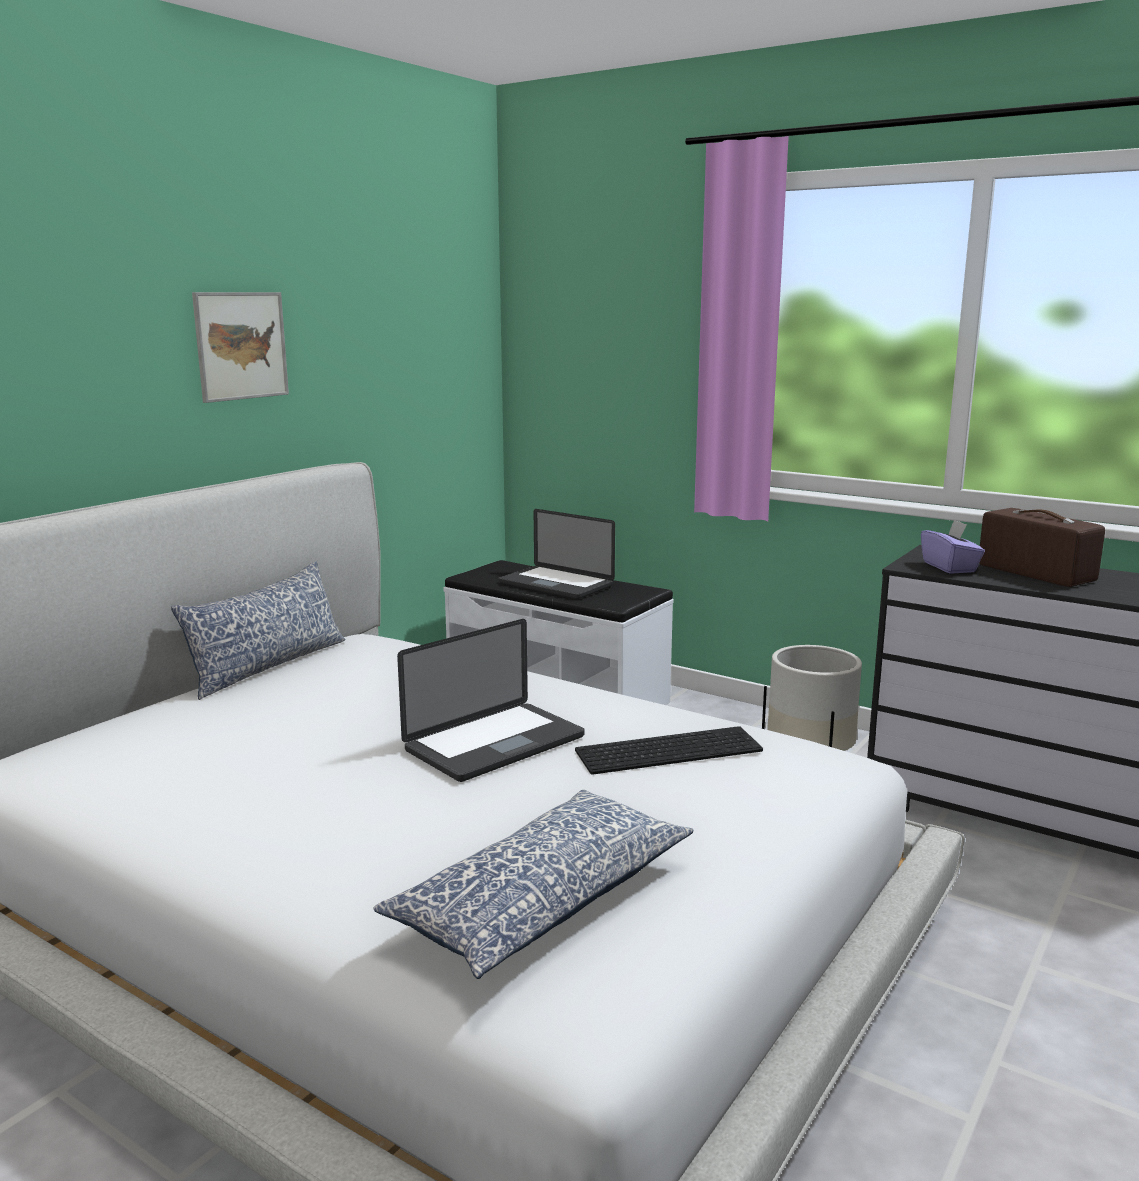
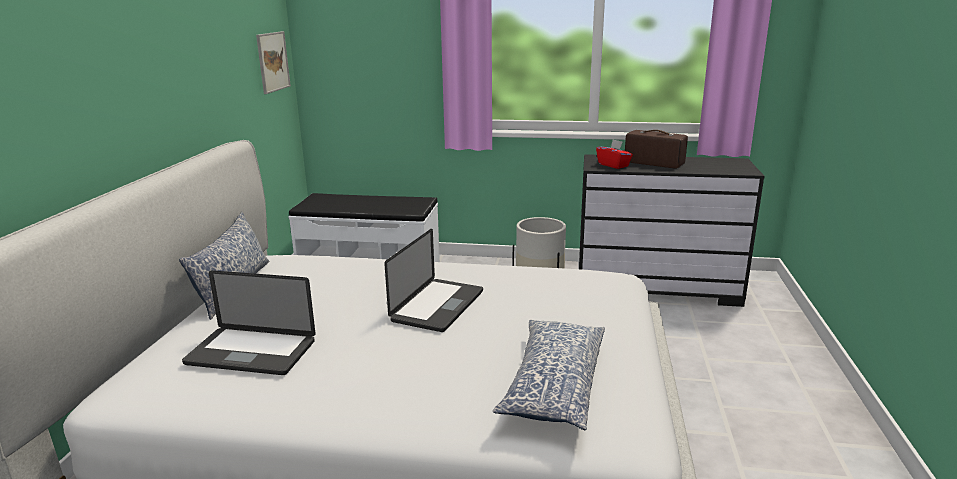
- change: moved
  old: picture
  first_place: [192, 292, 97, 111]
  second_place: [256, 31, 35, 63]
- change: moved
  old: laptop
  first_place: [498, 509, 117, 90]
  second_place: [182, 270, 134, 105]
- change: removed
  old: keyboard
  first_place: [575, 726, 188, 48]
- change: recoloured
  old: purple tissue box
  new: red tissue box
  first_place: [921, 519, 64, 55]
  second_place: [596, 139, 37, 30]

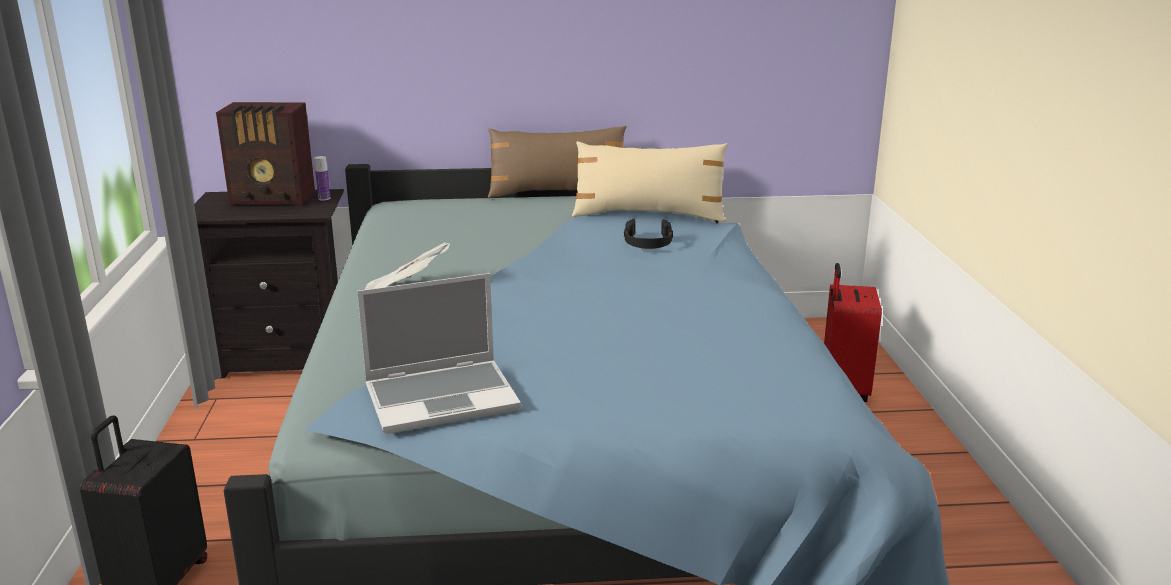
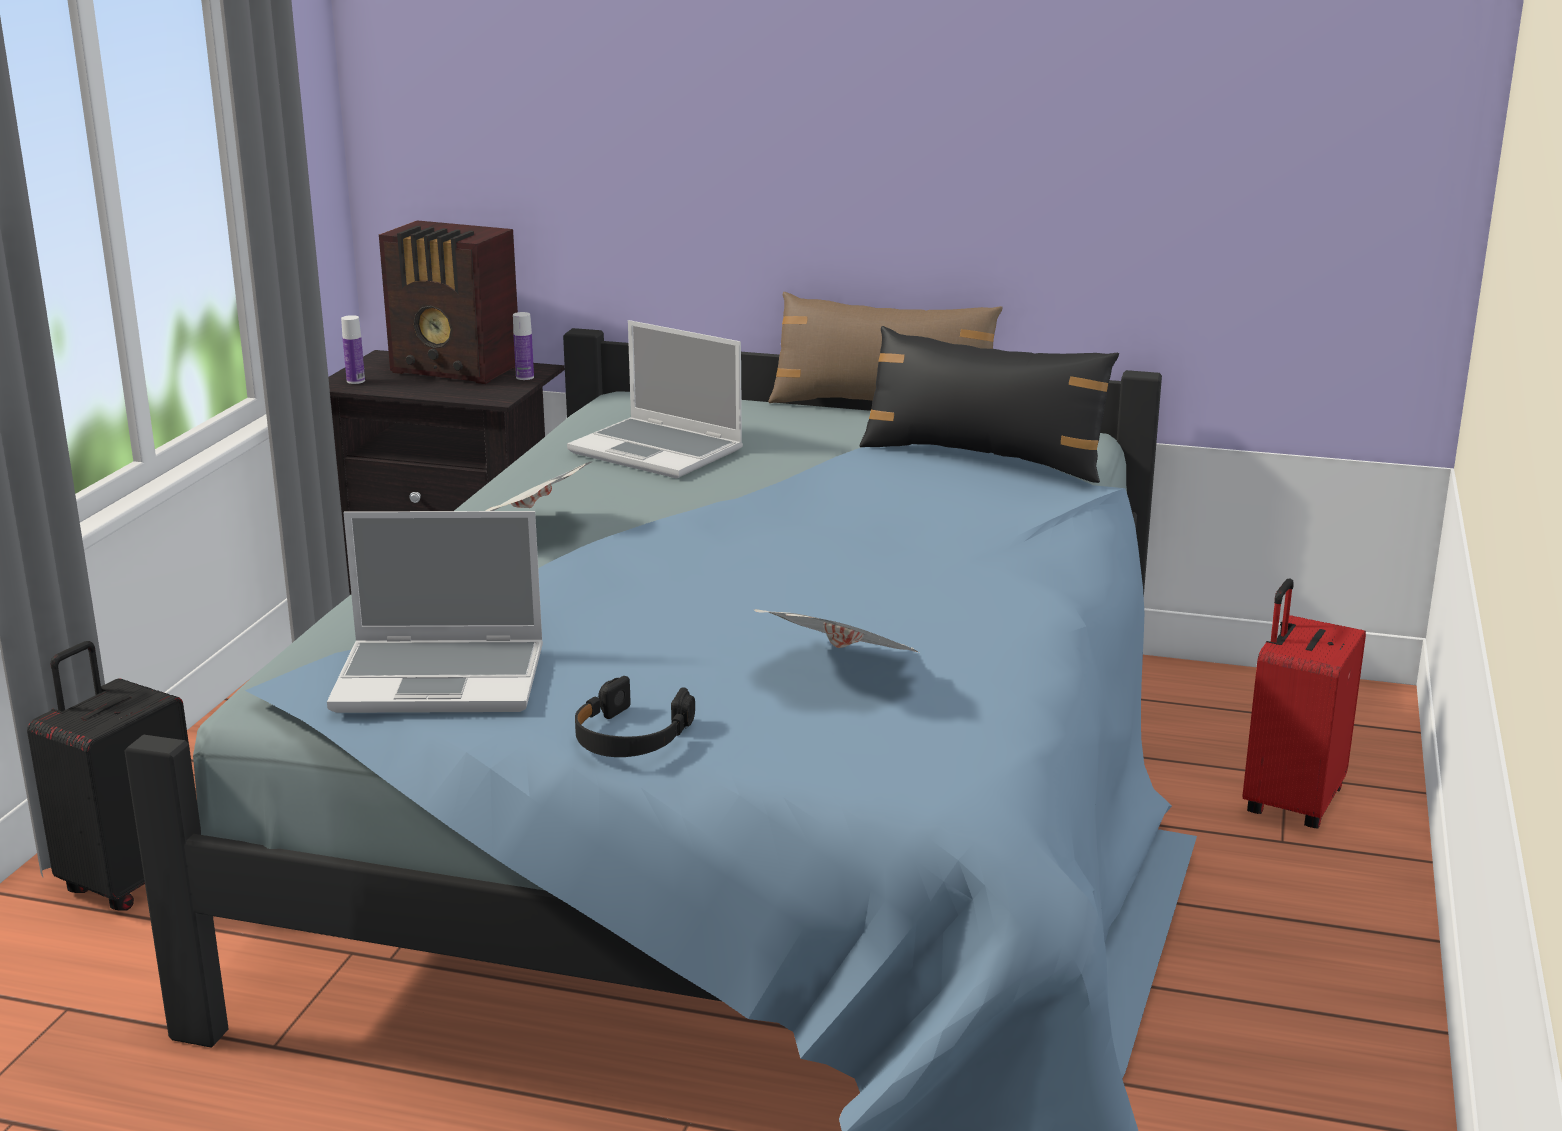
- change: recoloured
  old: beige pillow
  new: black pillow
  first_place: [572, 141, 156, 80]
  second_place: [859, 326, 260, 157]
- change: moved
  old: black headphones
  first_place: [624, 219, 49, 30]
  second_place: [575, 676, 120, 81]
- change: added
  new: bottle
  second_place: [341, 315, 24, 69]
- change: added
  new: laptop
  second_place: [567, 320, 176, 159]
- change: added
  new: newspaper
  second_place: [754, 609, 165, 44]

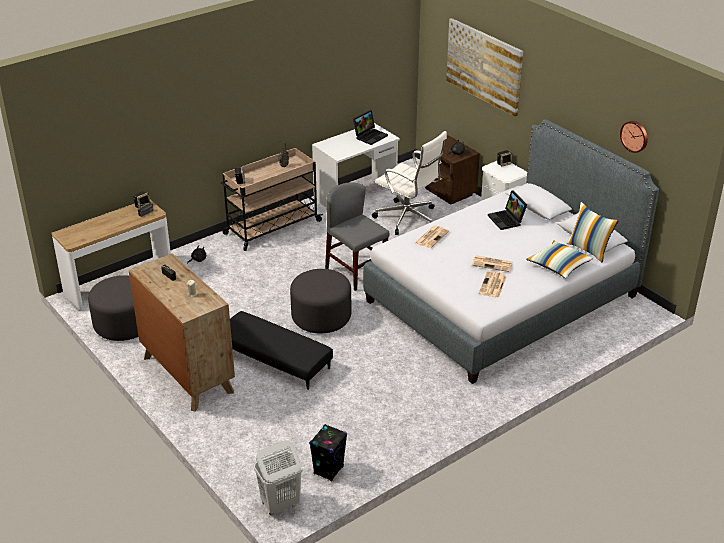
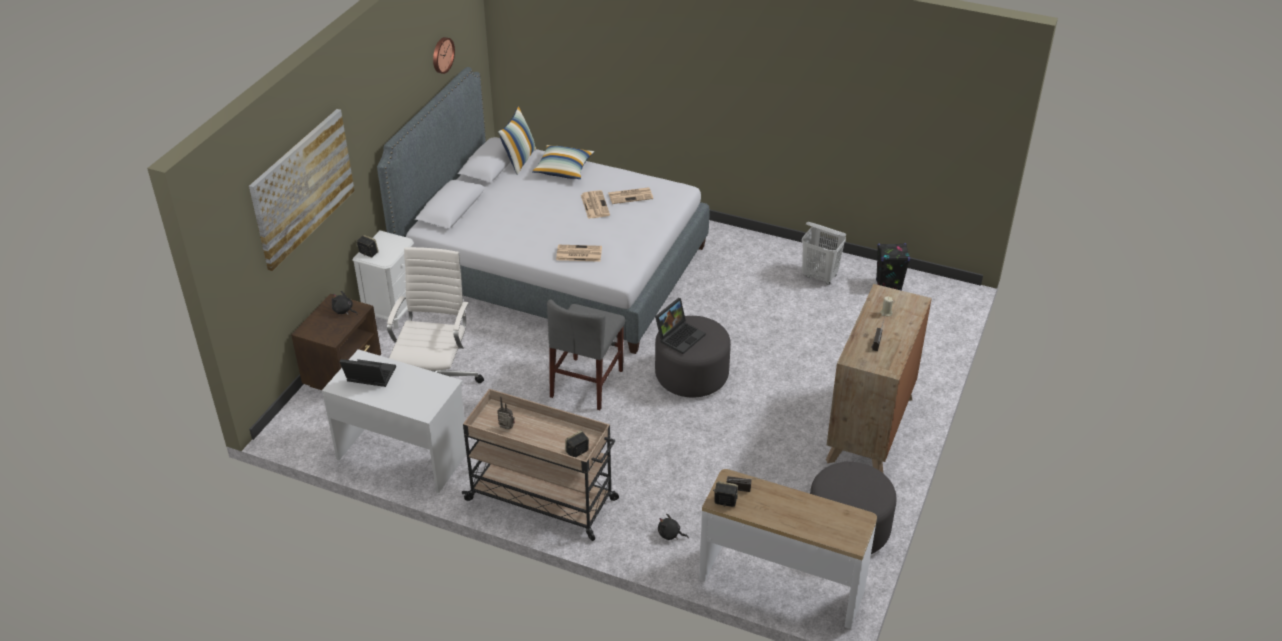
- change: removed
  old: black ottoman
  first_place: [230, 311, 103, 79]
- change: moved
  old: white laundry basket
  first_place: [254, 440, 49, 75]
  second_place: [802, 222, 44, 63]
- change: moved
  old: laptop
  first_place: [488, 190, 39, 40]
  second_place: [655, 298, 51, 56]

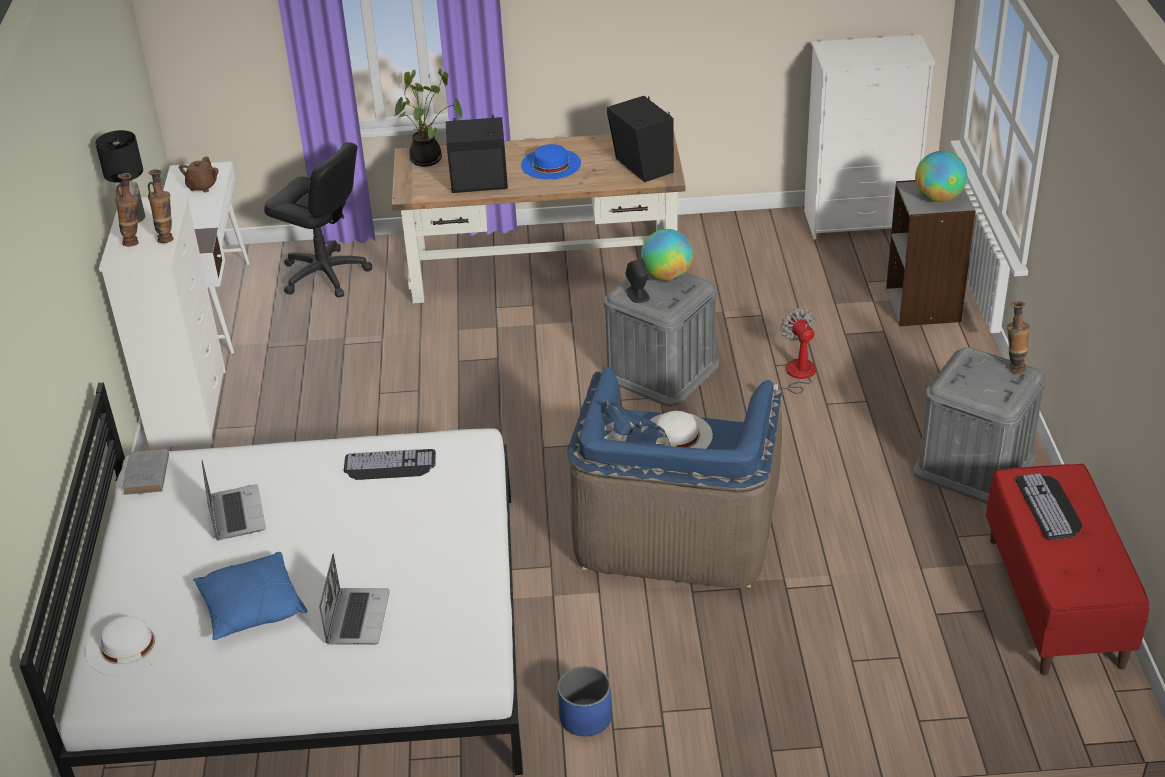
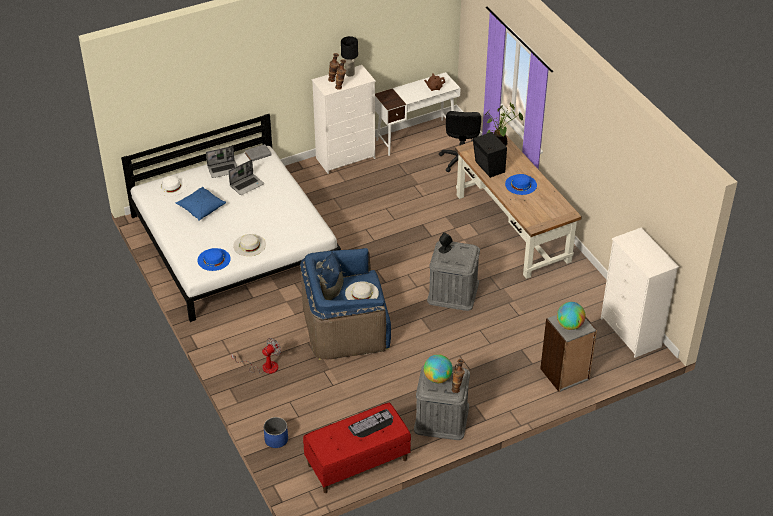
- change: moved
  old: laptop
  first_place: [319, 554, 71, 91]
  second_place: [206, 146, 31, 32]
- change: removed
  old: keyboard
  first_place: [344, 449, 92, 31]
- change: moved
  old: blue planter
  first_place: [558, 666, 54, 70]
  second_place: [264, 417, 24, 31]
- change: removed
  old: black speaker
  first_place: [607, 96, 67, 86]
- change: moved
  old: globe
  first_place: [641, 229, 52, 52]
  second_place: [424, 354, 29, 29]
- change: moved
  old: fan
  first_place: [773, 308, 43, 86]
  second_place: [231, 338, 50, 36]
- change: added
  new: blue hat
  second_place: [198, 248, 33, 23]
- change: added
  new: white hat
  second_place: [233, 234, 33, 22]

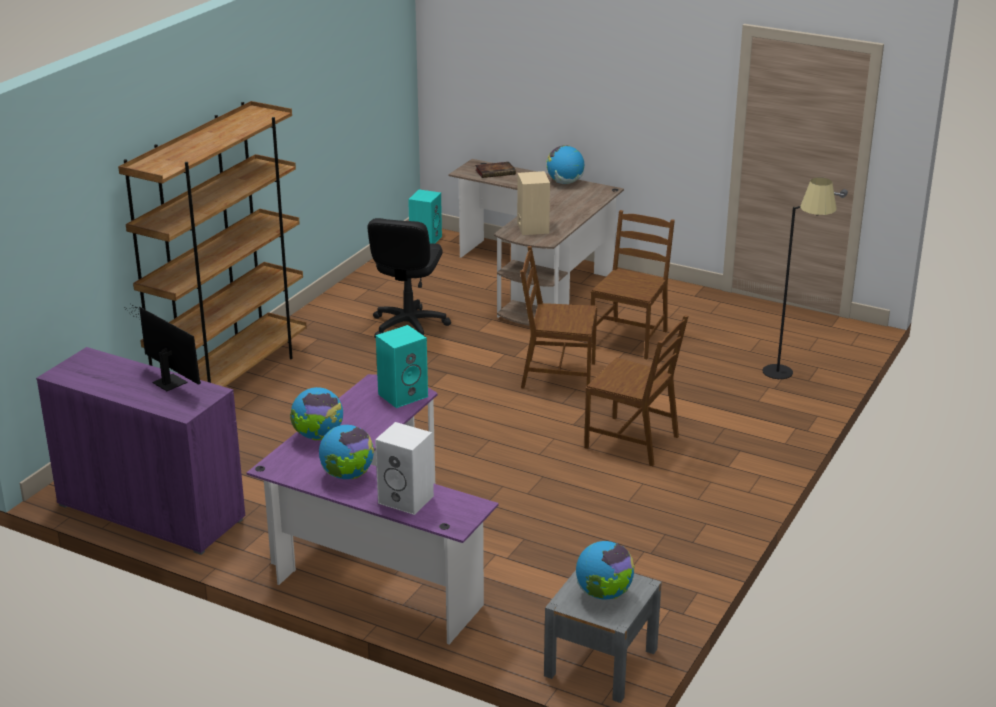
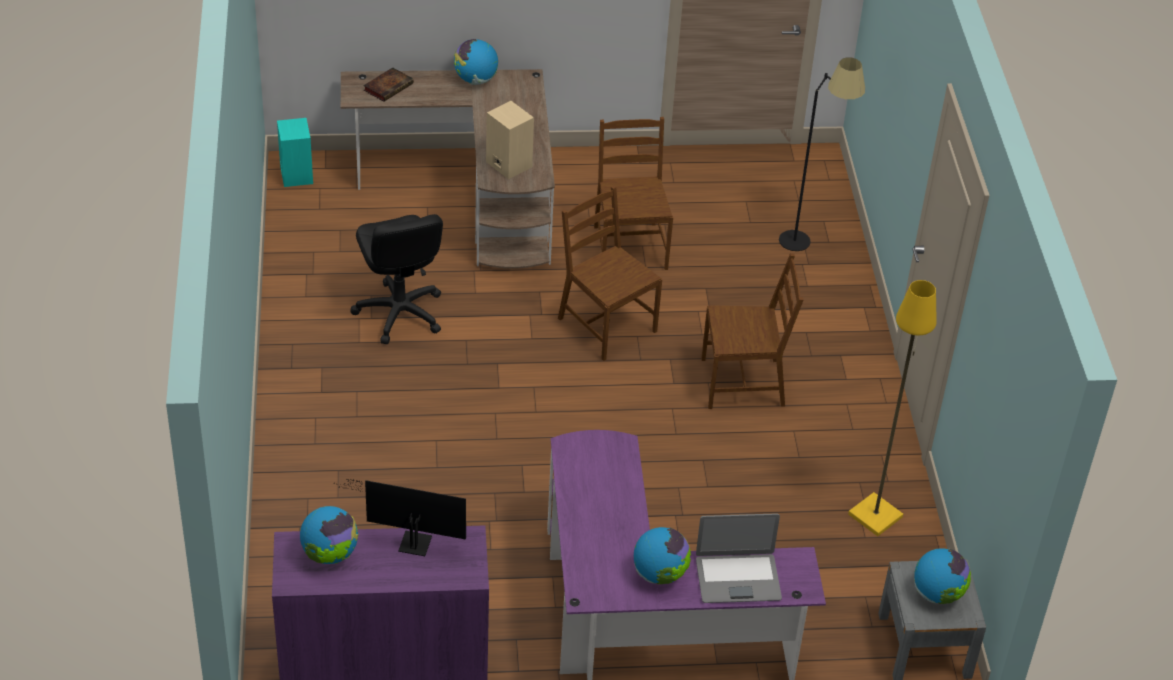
- change: removed
  old: brown bookcase
  first_place: [118, 101, 189, 286]
- change: moved
  old: globe
  first_place: [290, 387, 53, 53]
  second_place: [300, 506, 59, 58]
- change: replaced
  old: white speaker
  new: laptop
  first_place: [375, 422, 59, 93]
  second_place: [696, 513, 86, 90]
- change: removed
  old: turquoise speaker
  first_place: [376, 325, 52, 83]
- change: turned
  old: brown chair
  first_place: [520, 246, 77, 142]
  second_place: [558, 185, 104, 176]
  degrees: 75
- change: added
  new: yellow floor lamp
  second_place: [848, 280, 89, 256]

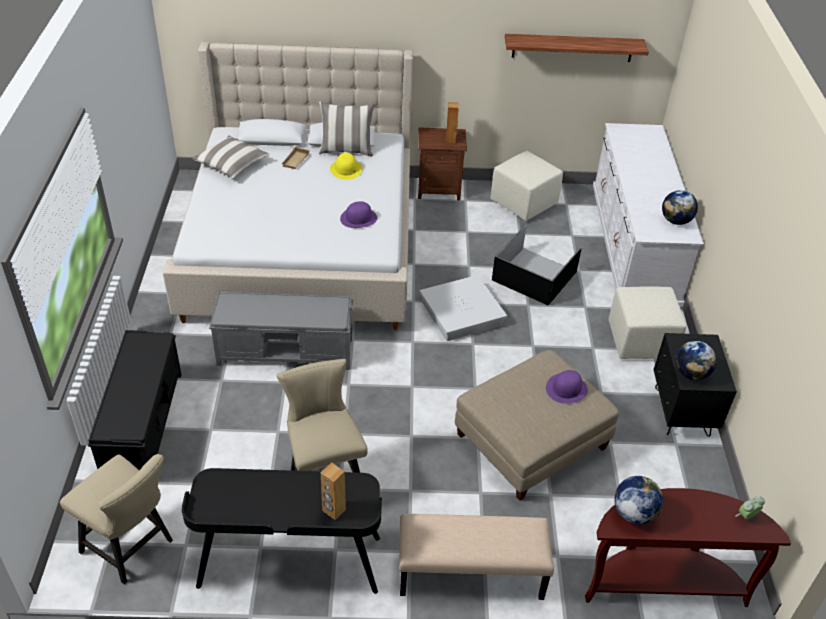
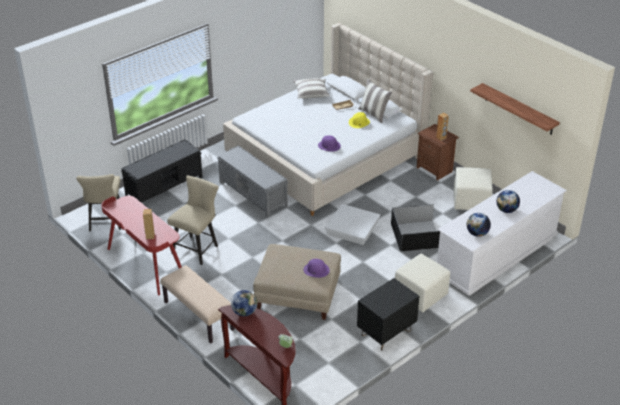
- change: recoloured
  old: black desk
  new: red desk
  first_place: [182, 468, 200, 126]
  second_place: [101, 196, 81, 100]
- change: moved
  old: globe
  first_place: [675, 340, 42, 40]
  second_place: [496, 190, 24, 23]

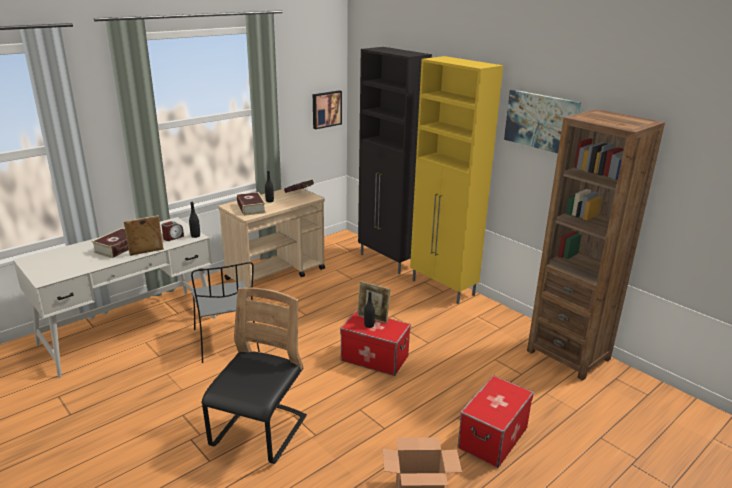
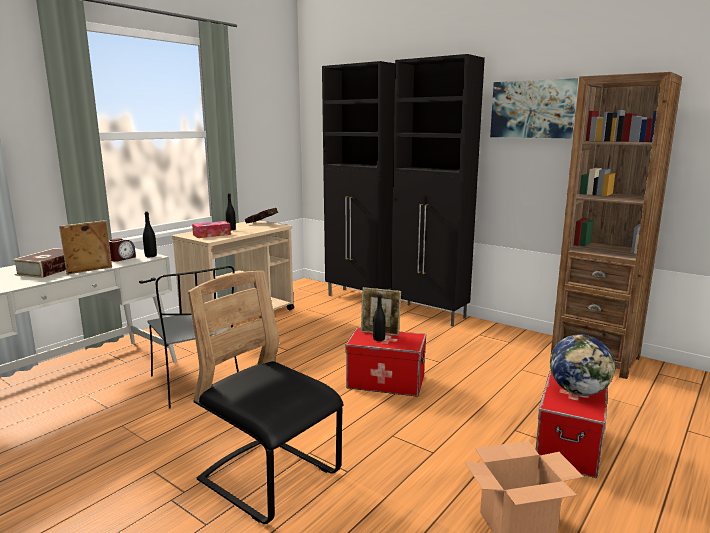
- change: turned
  old: black chair
  first_place: [202, 287, 105, 177]
  second_place: [188, 271, 155, 253]
  degrees: -60
- change: replaced
  old: book
  new: tissue box
  first_place: [237, 192, 29, 24]
  second_place: [192, 221, 39, 17]
- change: removed
  old: picture
  first_place: [313, 90, 29, 39]
- change: recoloured
  old: yellow cabinet
  new: black cabinet
  first_place: [410, 56, 93, 248]
  second_place: [391, 54, 94, 272]
- change: added
  new: globe
  second_place: [550, 334, 65, 62]

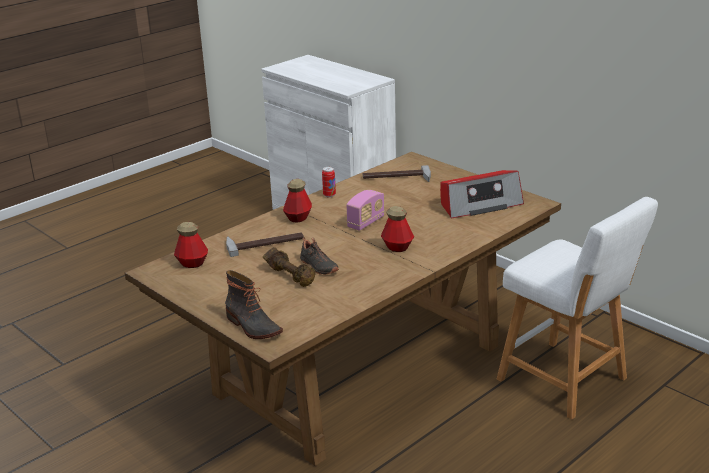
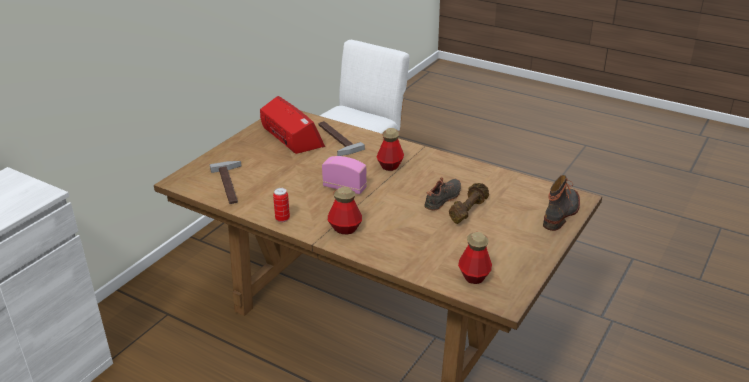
- change: moved
  old: hammer
  first_place: [226, 232, 78, 25]
  second_place: [318, 121, 47, 35]

